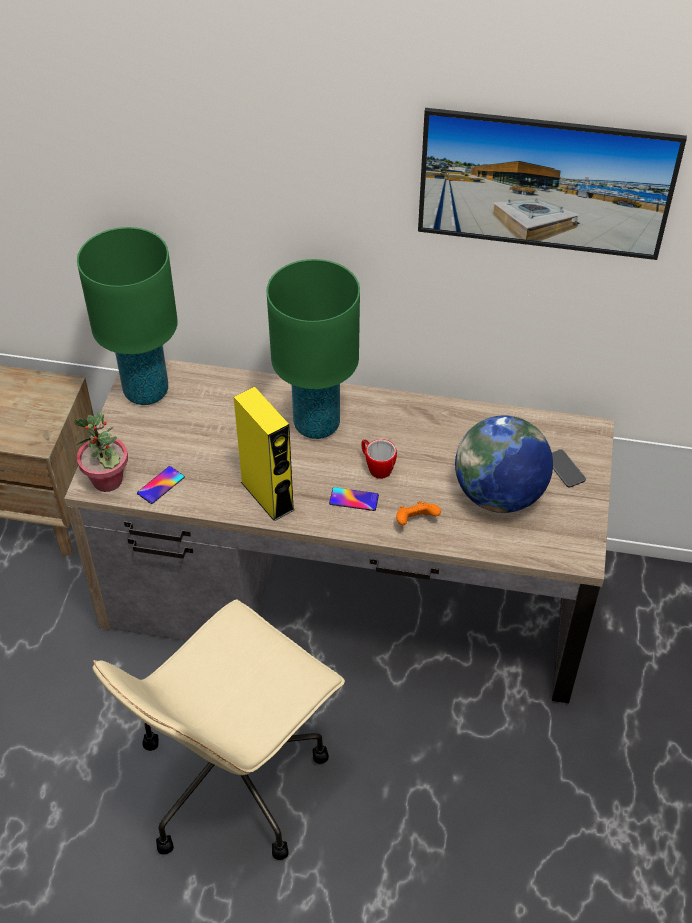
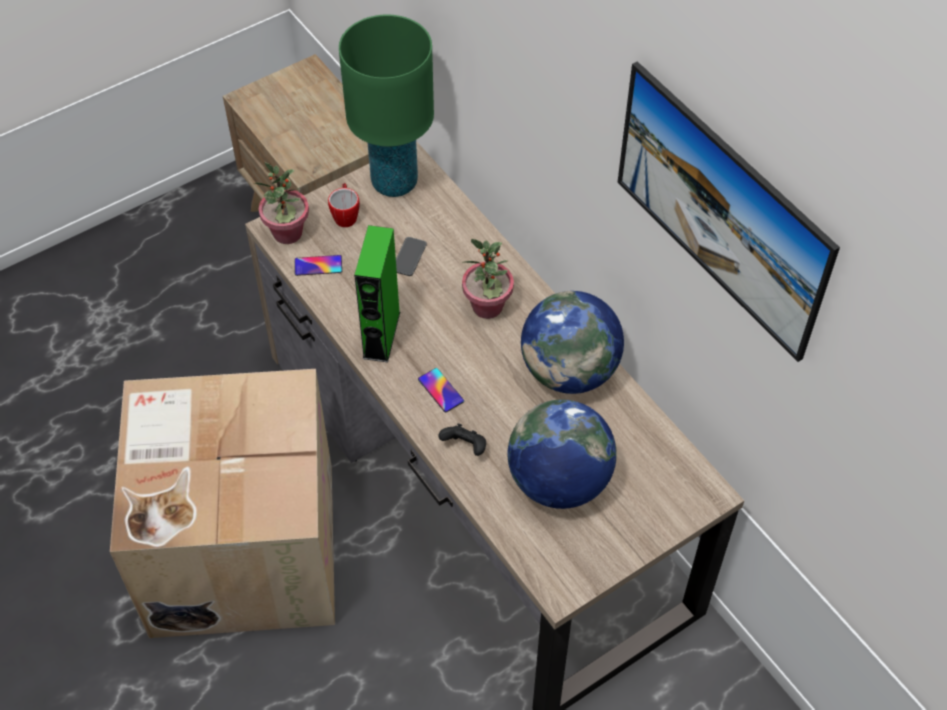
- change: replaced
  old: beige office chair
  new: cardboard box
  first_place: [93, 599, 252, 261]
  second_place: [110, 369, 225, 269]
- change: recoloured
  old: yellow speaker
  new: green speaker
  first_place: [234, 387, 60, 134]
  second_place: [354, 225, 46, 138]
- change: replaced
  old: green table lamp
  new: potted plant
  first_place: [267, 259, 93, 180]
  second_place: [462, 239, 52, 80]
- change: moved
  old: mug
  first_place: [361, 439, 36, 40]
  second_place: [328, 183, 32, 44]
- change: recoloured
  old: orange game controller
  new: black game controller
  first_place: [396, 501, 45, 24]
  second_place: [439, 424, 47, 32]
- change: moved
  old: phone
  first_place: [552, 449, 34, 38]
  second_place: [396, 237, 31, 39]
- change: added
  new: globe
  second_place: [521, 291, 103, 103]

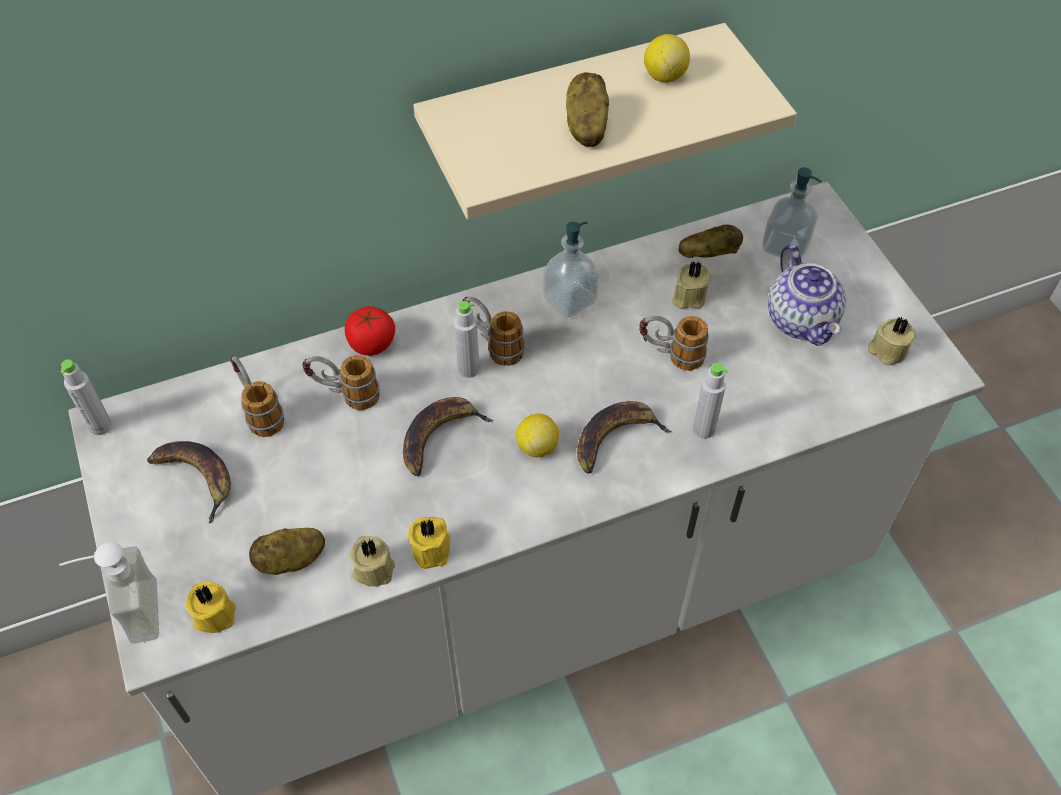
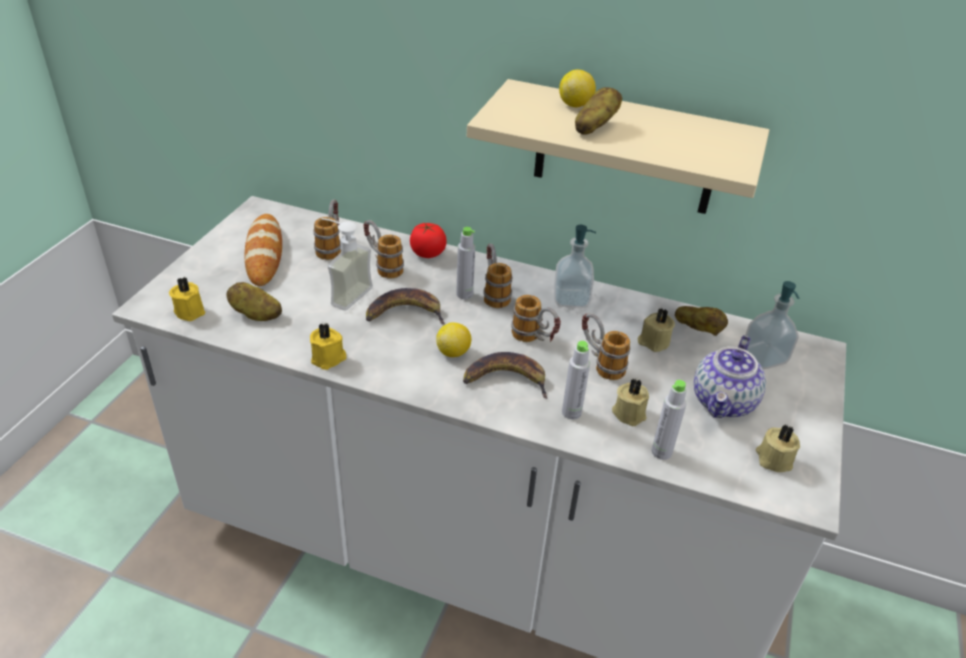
- change: moved
  old: soap dispenser
  first_place: [59, 542, 100, 102]
  second_place: [321, 218, 52, 93]
- change: moved
  old: grey bottle
  first_place: [60, 359, 52, 76]
  second_place: [652, 380, 35, 80]
- change: replaced
  old: banana
  new: bread
  first_place: [147, 441, 84, 83]
  second_place: [244, 214, 38, 72]
- change: moved
  old: beige candle
  first_place: [350, 536, 45, 51]
  second_place: [612, 379, 37, 47]
- change: moved
  old: lemon
  first_place: [644, 34, 46, 48]
  second_place: [559, 70, 37, 37]
- change: added
  new: mug
  second_place: [511, 295, 50, 47]

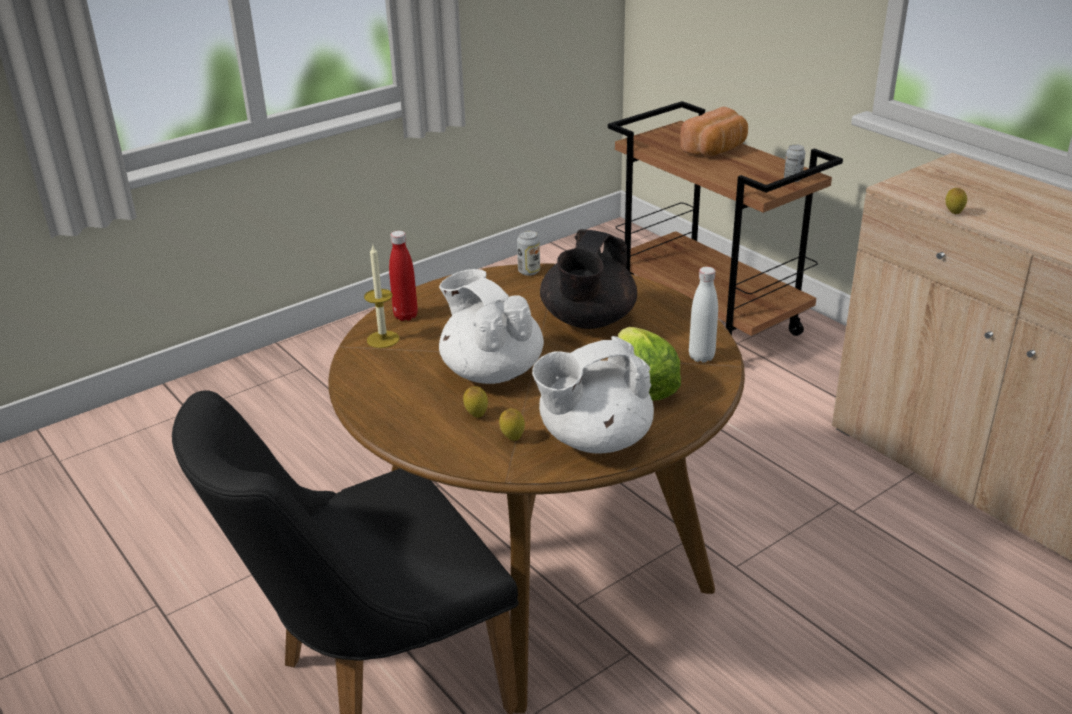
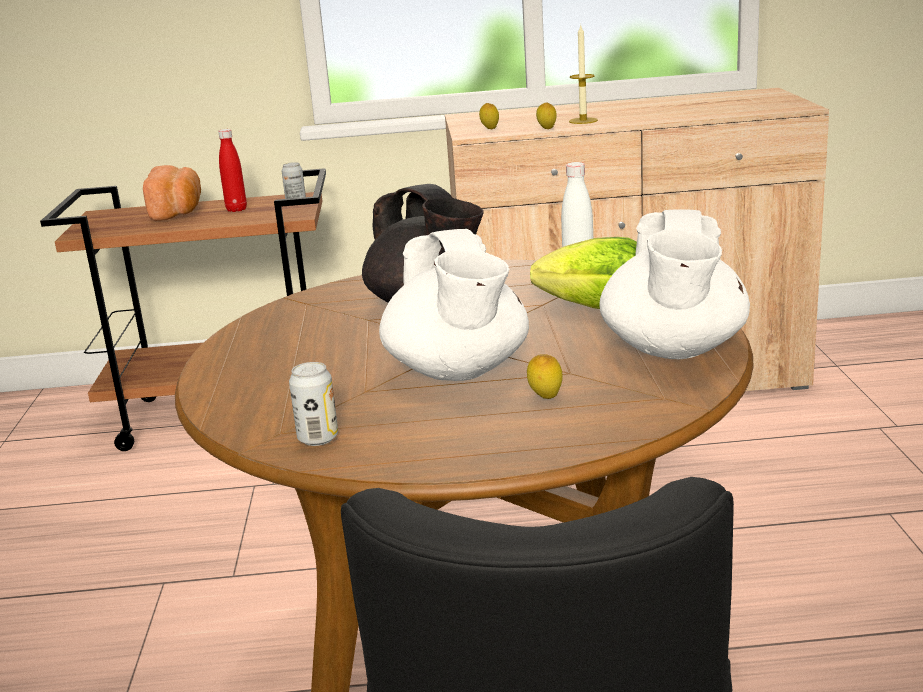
- change: moved
  old: candle
  first_place: [364, 245, 35, 103]
  second_place: [569, 26, 29, 98]
- change: moved
  old: red bottle
  first_place: [389, 231, 29, 90]
  second_place: [218, 129, 29, 83]
- change: turned
  old: white teapot
  first_place: [439, 269, 105, 115]
  second_place: [379, 229, 150, 152]
  degrees: -105
- change: moved
  old: lemon
  first_place: [499, 409, 26, 32]
  second_place: [479, 103, 20, 26]
- change: moved
  old: can
  first_place: [517, 231, 23, 45]
  second_place: [289, 362, 49, 84]

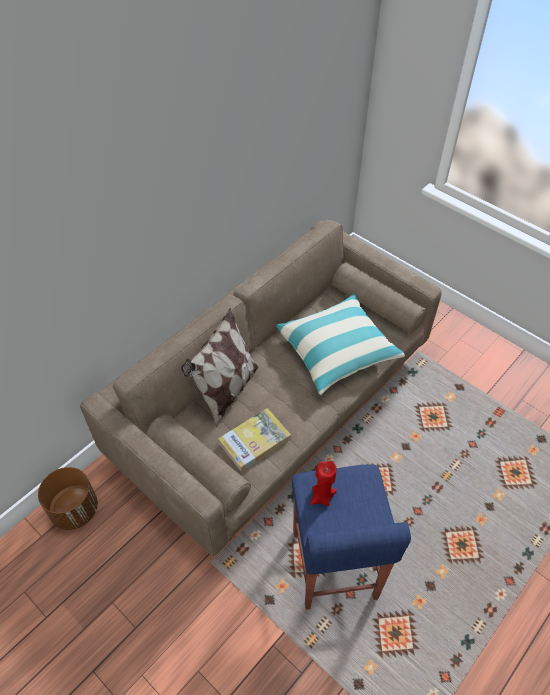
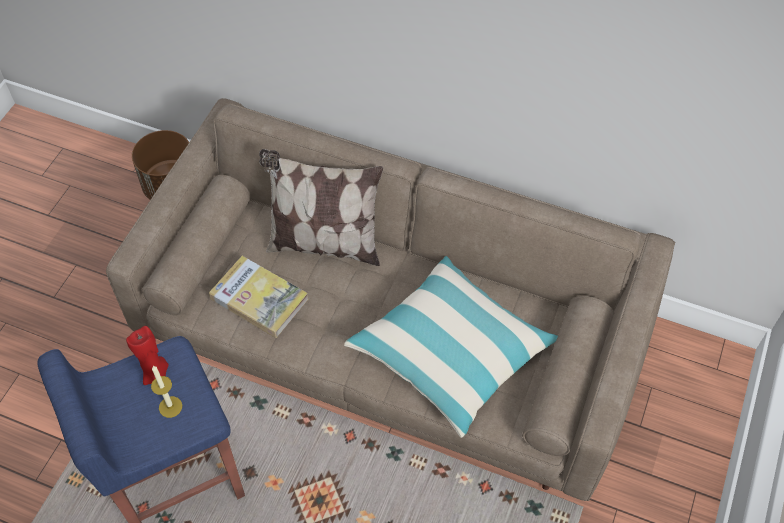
- change: added
  new: candle
  second_place: [151, 366, 31, 52]

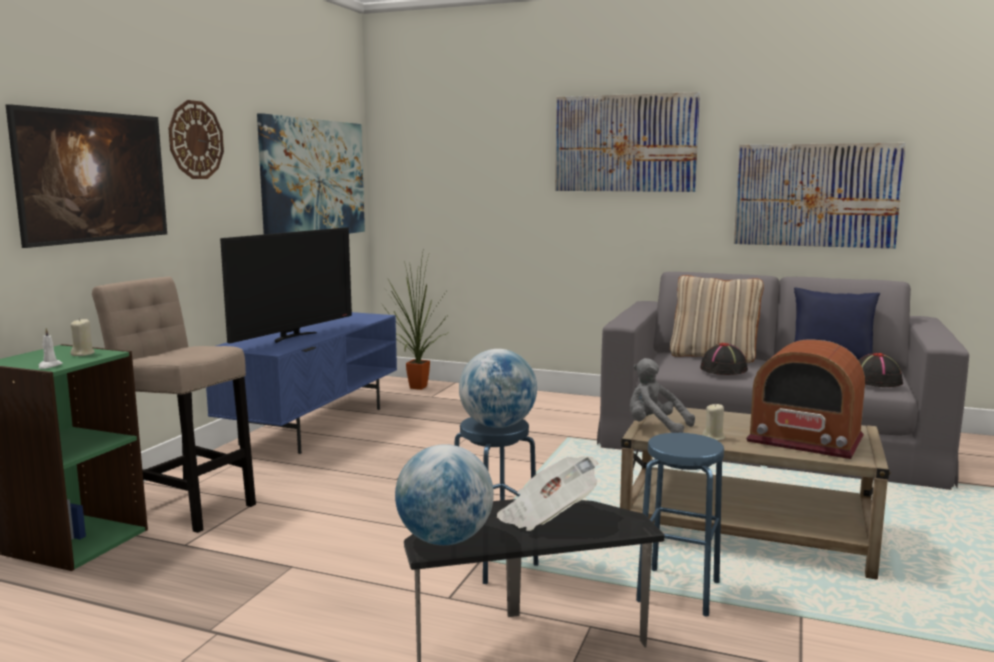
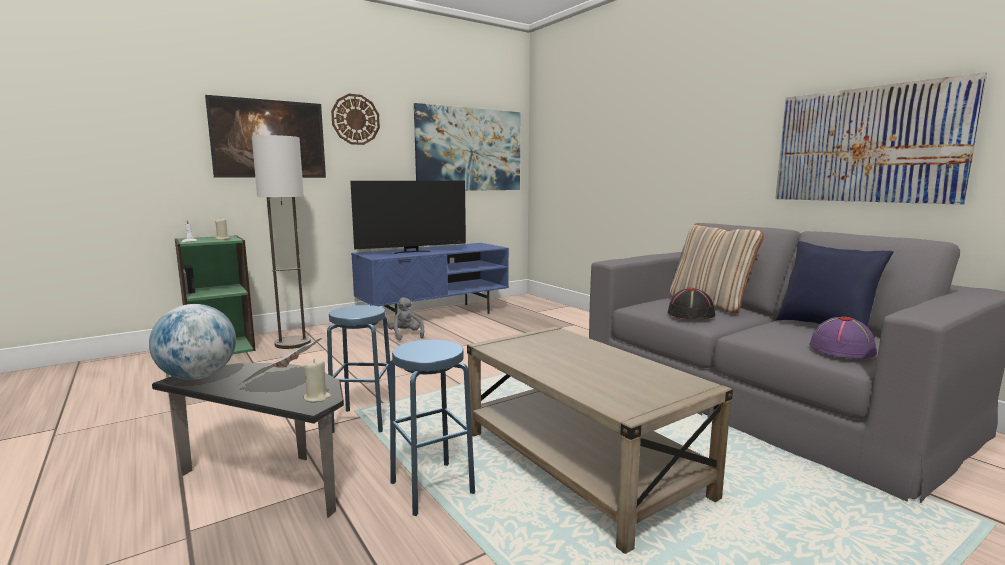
- change: replaced
  old: beige stool
  new: floor lamp
  first_place: [92, 277, 164, 256]
  second_place: [252, 135, 59, 214]
- change: removed
  old: potted plant
  first_place: [382, 253, 67, 137]
- change: removed
  old: globe
  first_place: [459, 349, 78, 79]
- change: removed
  old: picture
  first_place: [555, 92, 145, 100]
- change: moved
  old: grey plush toy
  first_place: [630, 358, 65, 75]
  second_place: [387, 297, 37, 44]
- change: moved
  old: beige candle
  first_place: [702, 403, 23, 38]
  second_place: [303, 359, 28, 43]
- change: removed
  old: radio
  first_place: [746, 339, 119, 120]
- change: recoloured
  old: black hat
  new: purple hat
  first_place: [858, 353, 45, 34]
  second_place: [810, 316, 67, 43]

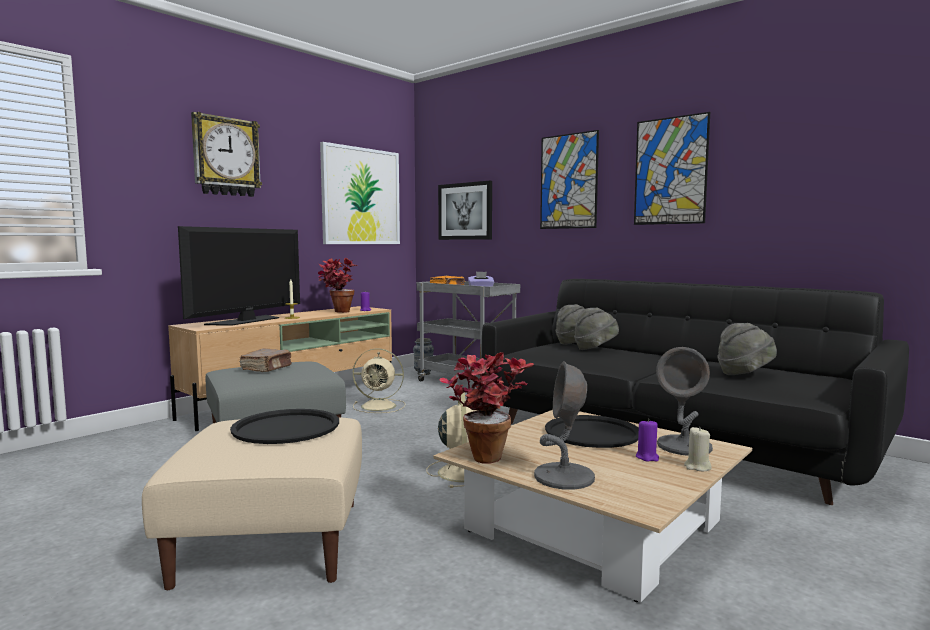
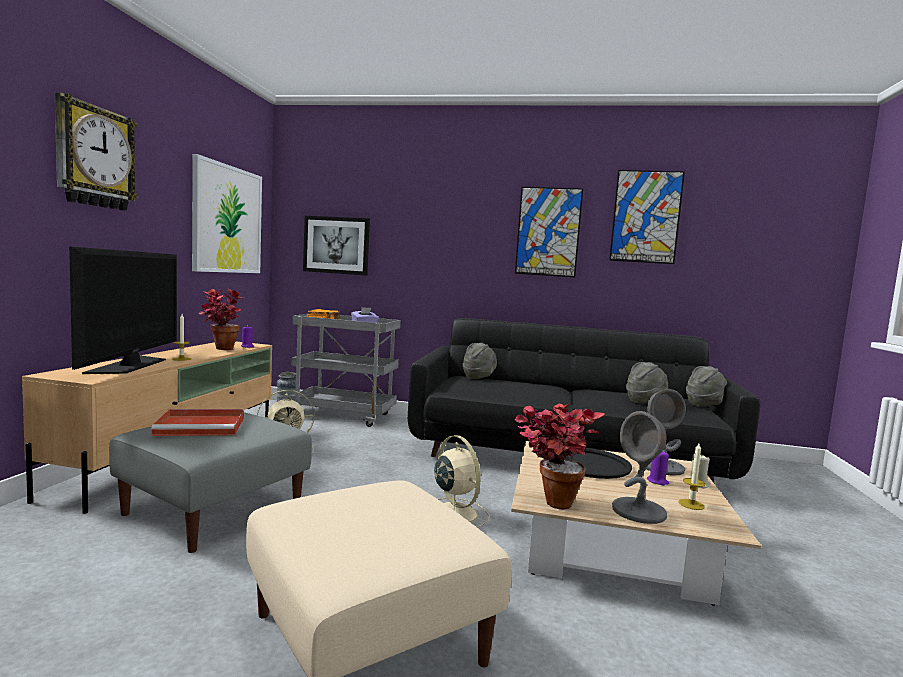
- change: removed
  old: black tray
  first_place: [230, 409, 109, 35]
- change: replaced
  old: brown book
  new: red tray
  first_place: [240, 348, 52, 24]
  second_place: [151, 409, 93, 27]
- change: moved
  old: picture
  first_place: [540, 130, 59, 99]
  second_place: [609, 170, 76, 94]
- change: moved
  old: grey hat
  first_place: [574, 307, 45, 43]
  second_place: [686, 366, 41, 41]
- change: added
  new: candle
  second_place: [678, 443, 27, 67]

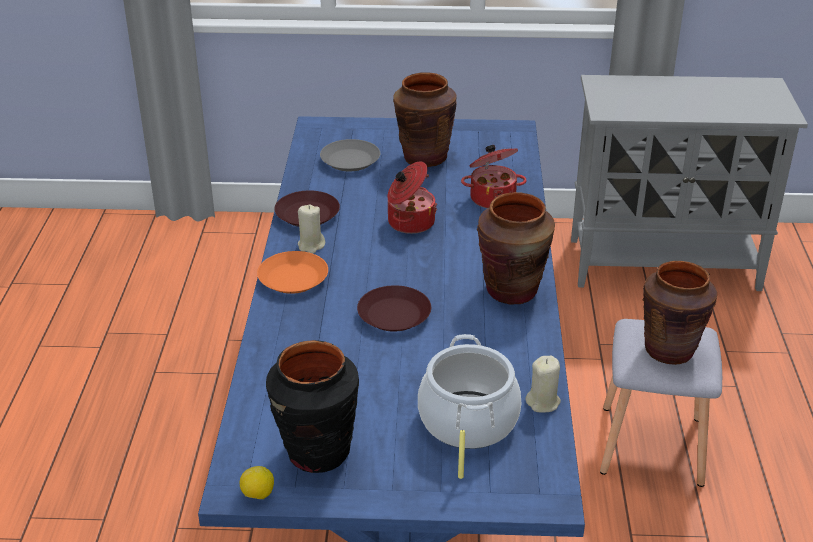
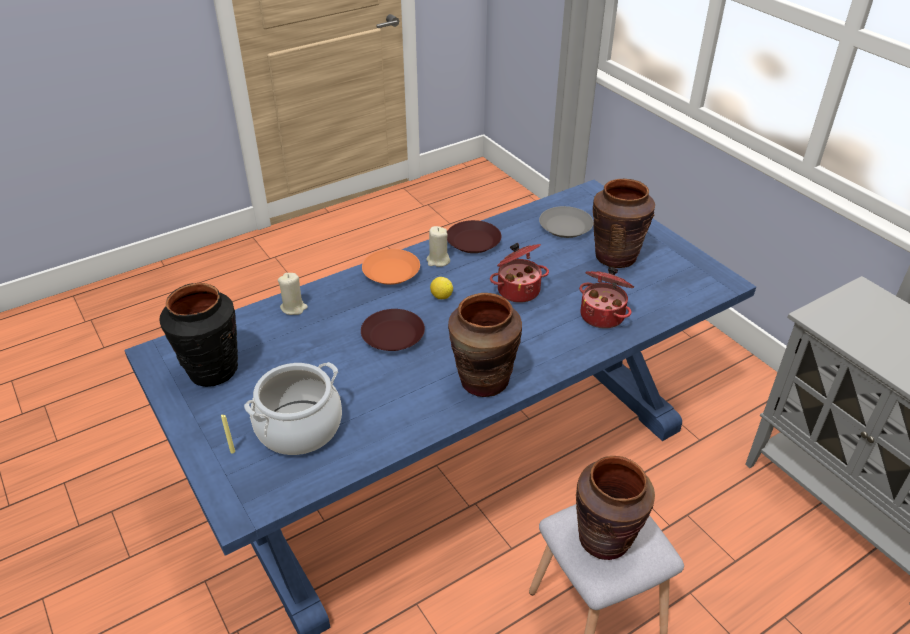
- change: moved
  old: lemon
  first_place: [240, 466, 34, 33]
  second_place: [430, 277, 23, 22]
- change: moved
  old: beige candle
  first_place: [526, 355, 35, 58]
  second_place: [278, 273, 30, 42]

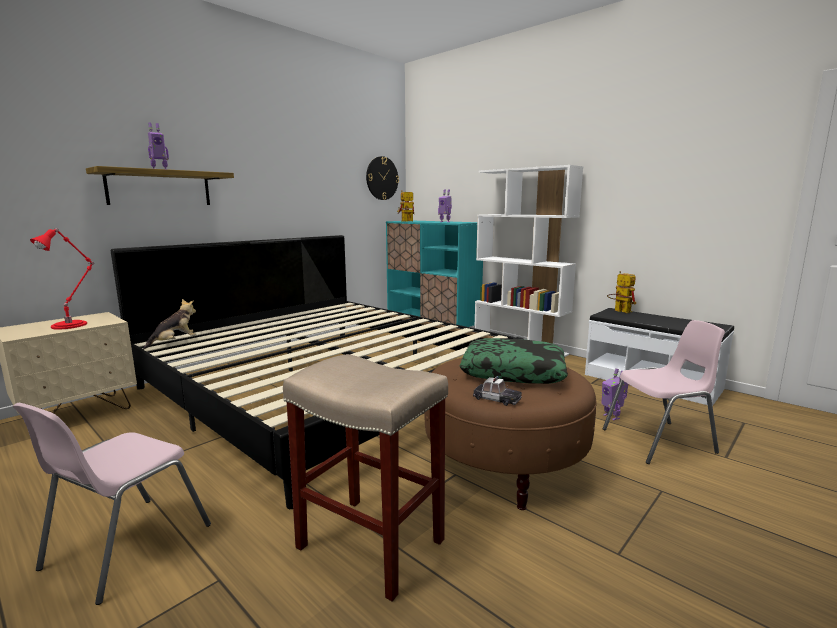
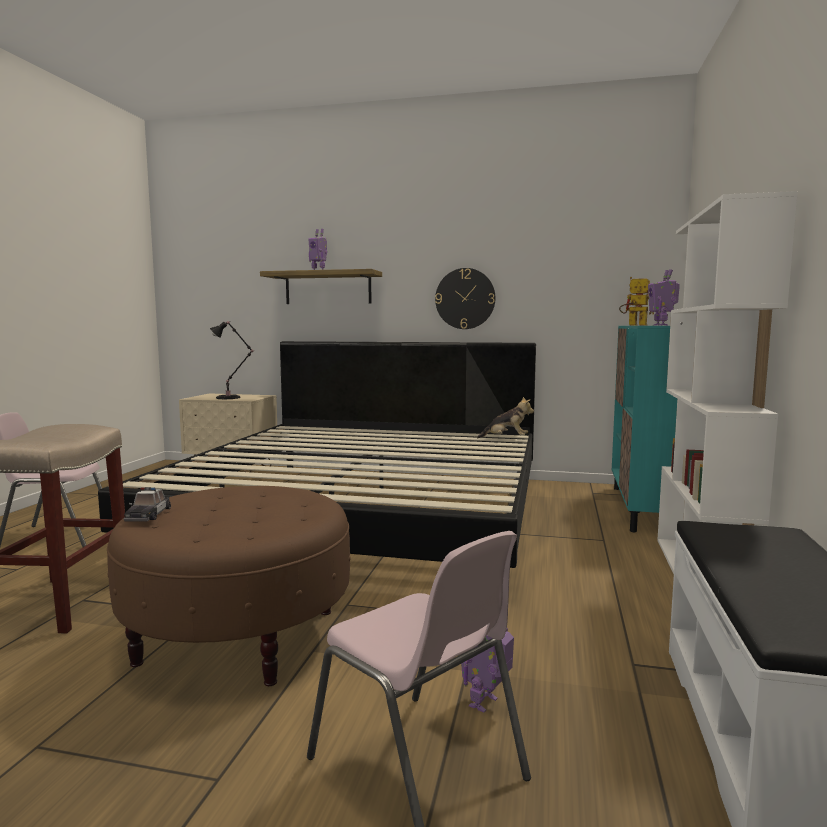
- change: recoloured
  old: red table lamp
  new: black table lamp
  first_place: [30, 228, 64, 102]
  second_place: [210, 321, 44, 78]
- change: moved
  old: plush toy
  first_place: [143, 299, 53, 51]
  second_place: [477, 397, 57, 41]
- change: moved
  old: wall clock
  first_place: [366, 156, 33, 44]
  second_place: [435, 268, 60, 61]
- change: removed
  old: pillow
  first_place: [460, 338, 108, 46]
- change: removed
  old: toy robot
  first_place: [607, 271, 29, 42]

